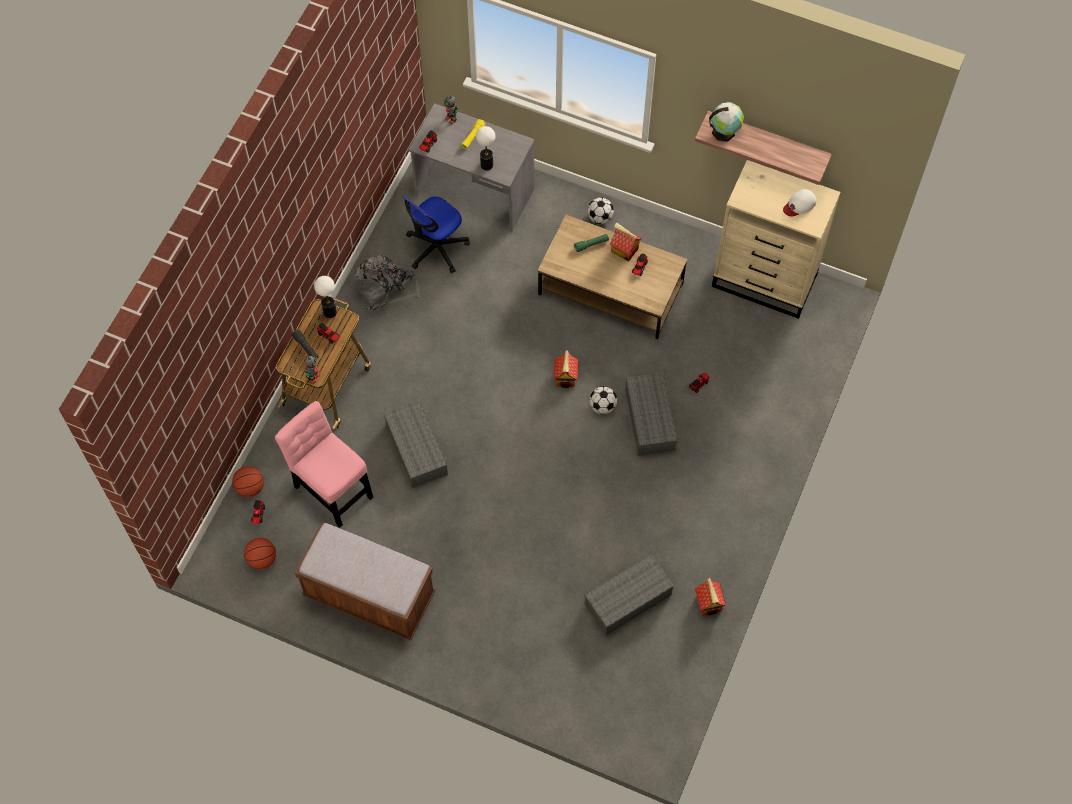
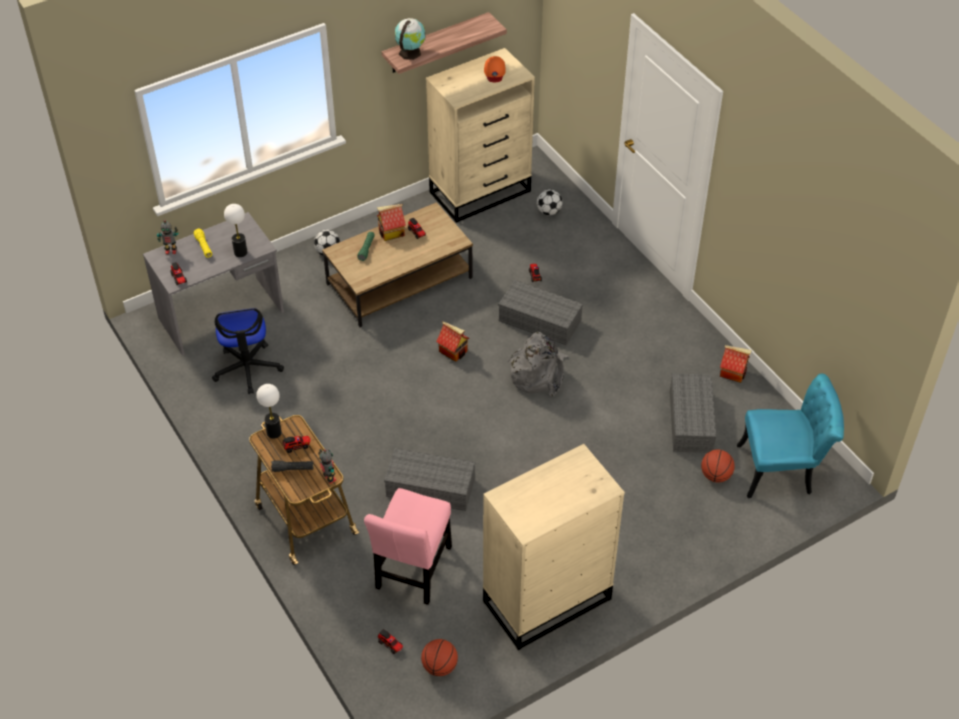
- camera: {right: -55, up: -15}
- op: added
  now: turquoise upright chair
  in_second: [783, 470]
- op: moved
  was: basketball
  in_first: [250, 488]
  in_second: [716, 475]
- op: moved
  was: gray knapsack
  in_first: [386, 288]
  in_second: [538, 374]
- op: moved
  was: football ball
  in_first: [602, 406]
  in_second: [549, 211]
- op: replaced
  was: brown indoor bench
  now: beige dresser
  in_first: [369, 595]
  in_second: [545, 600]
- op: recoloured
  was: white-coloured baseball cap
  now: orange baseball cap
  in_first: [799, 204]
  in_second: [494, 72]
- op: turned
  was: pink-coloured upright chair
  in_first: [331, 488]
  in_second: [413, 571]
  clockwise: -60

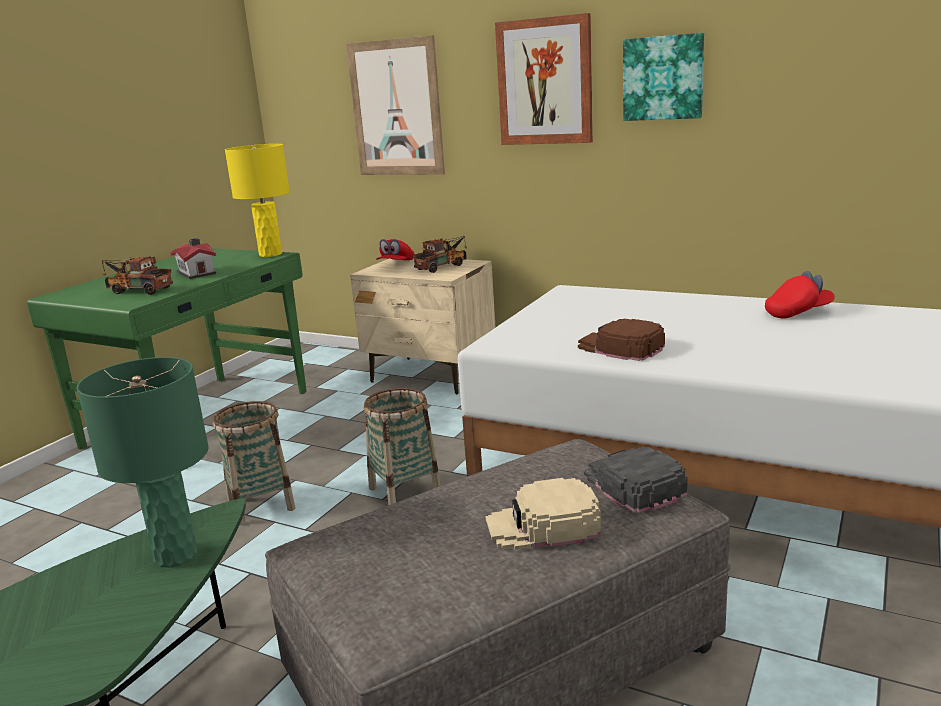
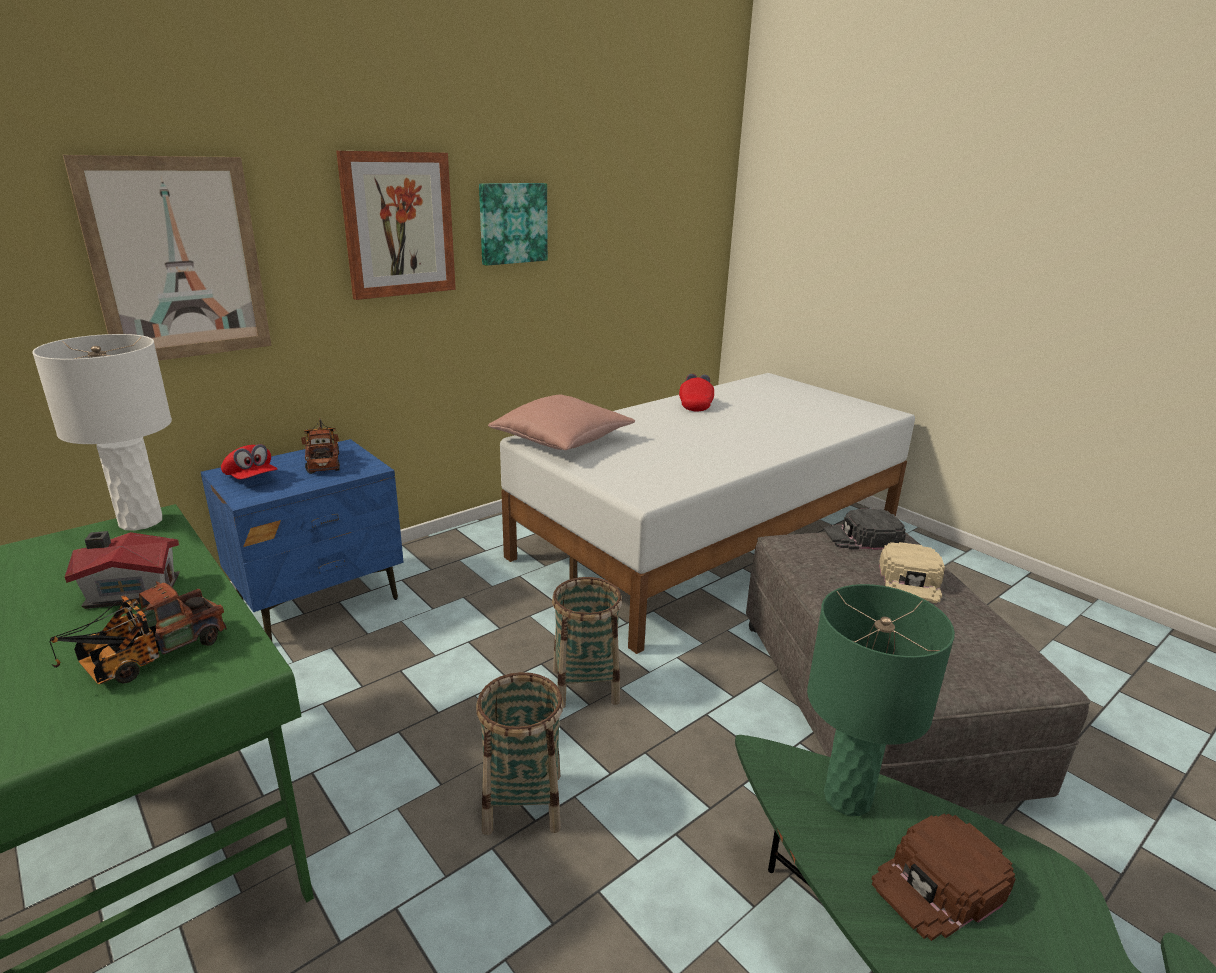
- camera: {right: -70, up: 5}
- op: added
  now: pink-coloured cushion
  in_second: [562, 440]
- op: moved
  was: brown baseball cap
  in_first: [620, 347]
  in_second: [939, 885]
- op: recoloured
  was: yellow-coloured table lamp
  now: white-coloured table lamp
  in_first: [270, 254]
  in_second: [140, 521]
- op: recoloured
  was: beige night table
  now: bluish night table
  in_first: [431, 375]
  in_second: [320, 600]

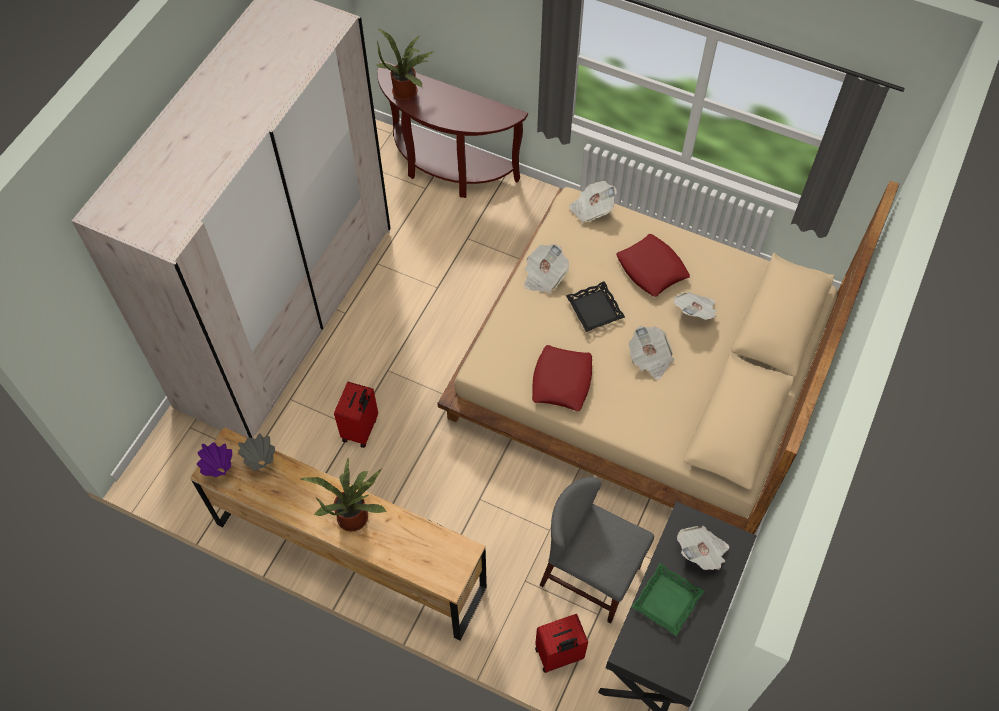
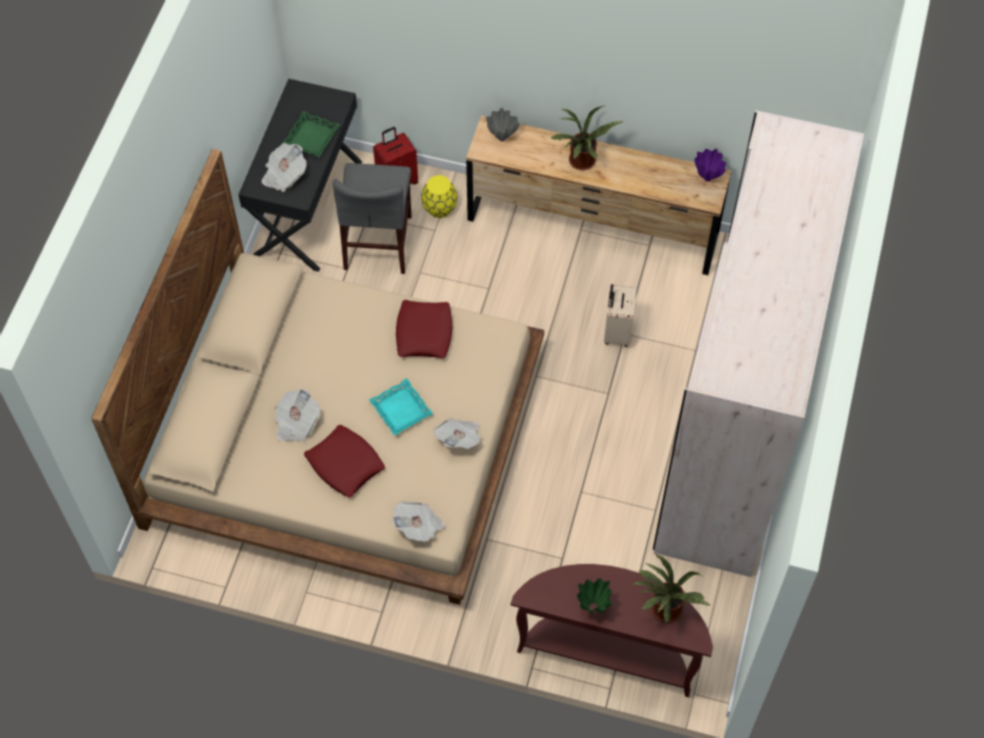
- camera: {right: 170, up: 0}
- op: removed
  was: printed paper
  in_first: [650, 359]
- op: added
  now: yellow-coloured flower vase
  in_second: [439, 209]
- op: added
  now: greenish flower vase
  in_second: [592, 607]
- op: moved
  was: gray flower vase
  in_first: [262, 464]
  in_second: [501, 138]
- op: recoloured
  was: red piece of luggage
  now: beige piece of luggage
  in_first: [361, 429]
  in_second: [616, 332]
- op: recoloured
  was: black-coloured tray
  now: turquoise tray
  in_first: [595, 309]
  in_second: [400, 410]
- op: turned
  was: gray upright chair
  in_first: [590, 575]
  in_second: [378, 242]
  clockwise: 75

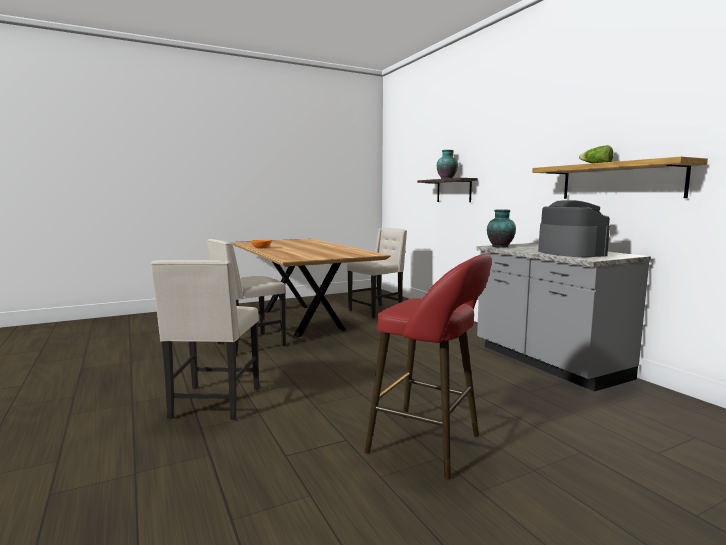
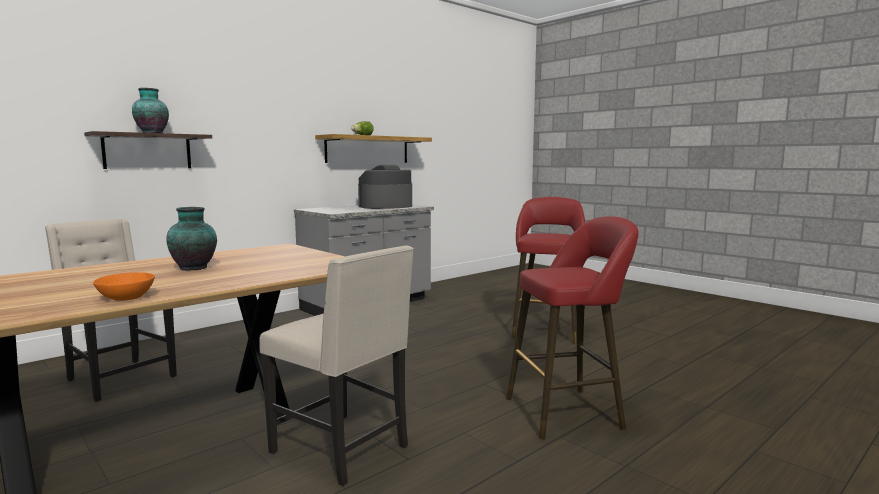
- camera: {right: -105, up: 0}
- op: moved
  was: flower vase
  in_first: [500, 246]
  in_second: [195, 268]
- op: replaced
  was: beige upright chair
  now: red sitting stool
  in_first: [214, 403]
  in_second: [569, 412]

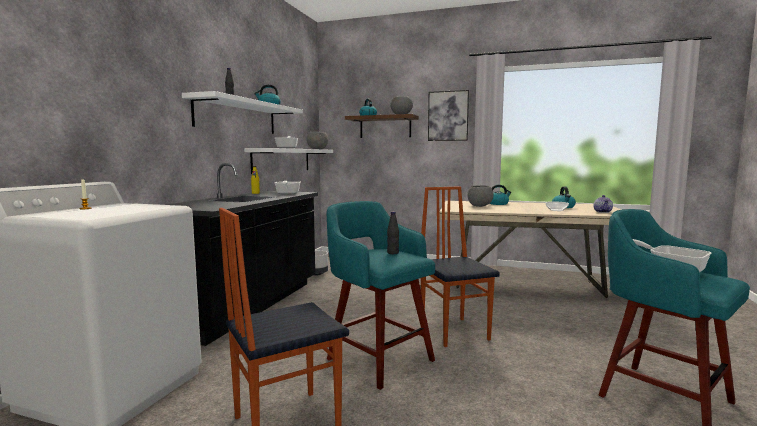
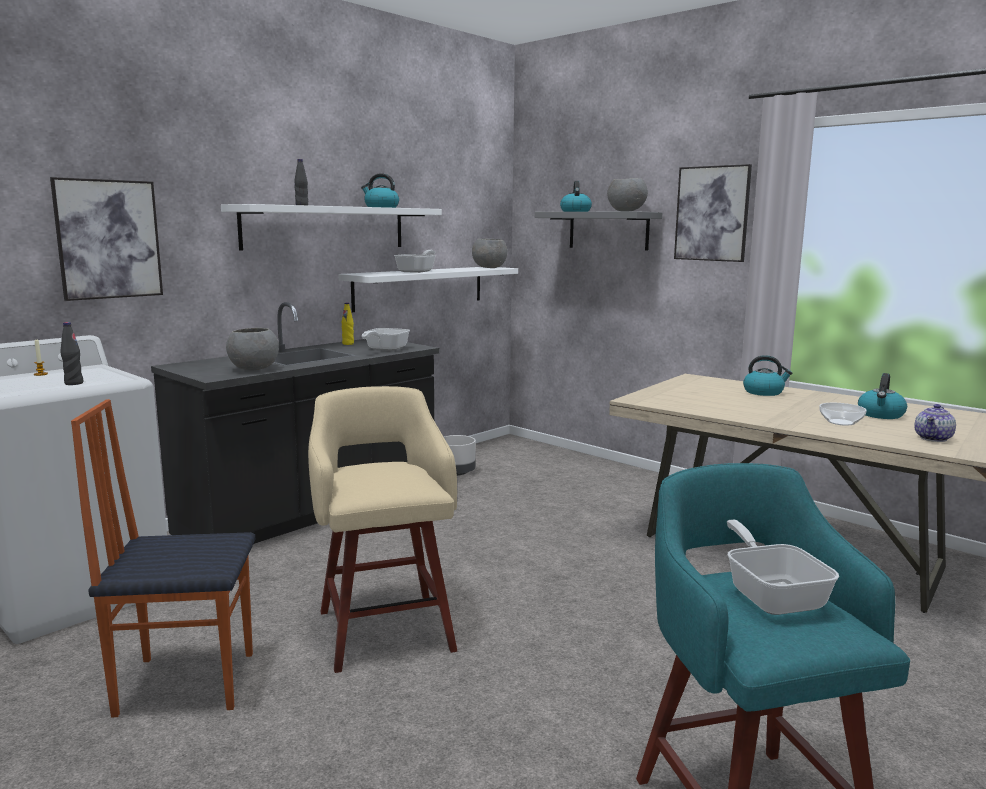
- camera: {right: 25, up: 5}
- op: removed
  was: upright chair
  in_first: [455, 331]
- op: added
  now: picture
  in_second: [108, 239]
- op: moved
  was: black-coloured bottle
  in_first: [393, 253]
  in_second: [74, 383]
- op: moved
  was: gray deep dish
  in_first: [480, 206]
  in_second: [254, 369]
- op: recoloured
  was: turquoise sitting stool
  now: beige sitting stool
  in_first: [378, 358]
  in_second: [385, 628]
- op: recoloured
  was: brown bracket shelf
  now: gray bracket shelf
  in_first: [385, 127]
  in_second: [608, 230]

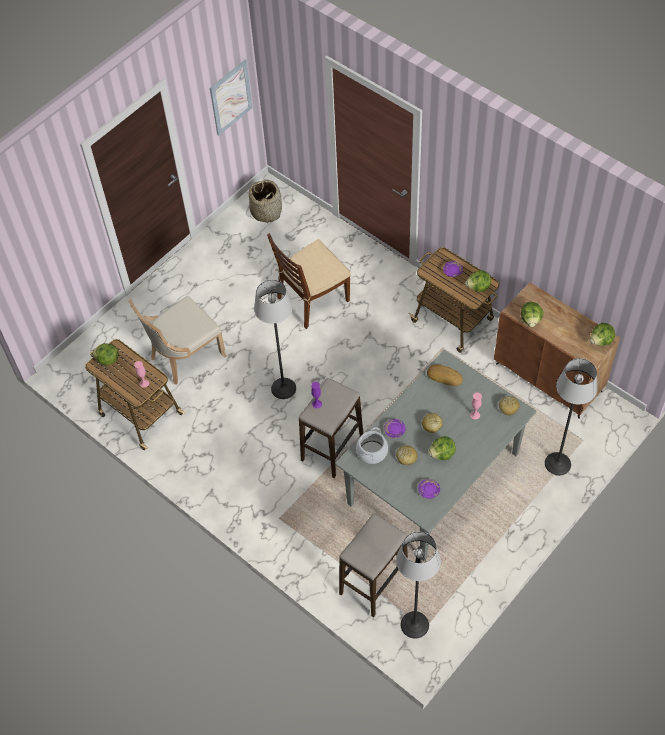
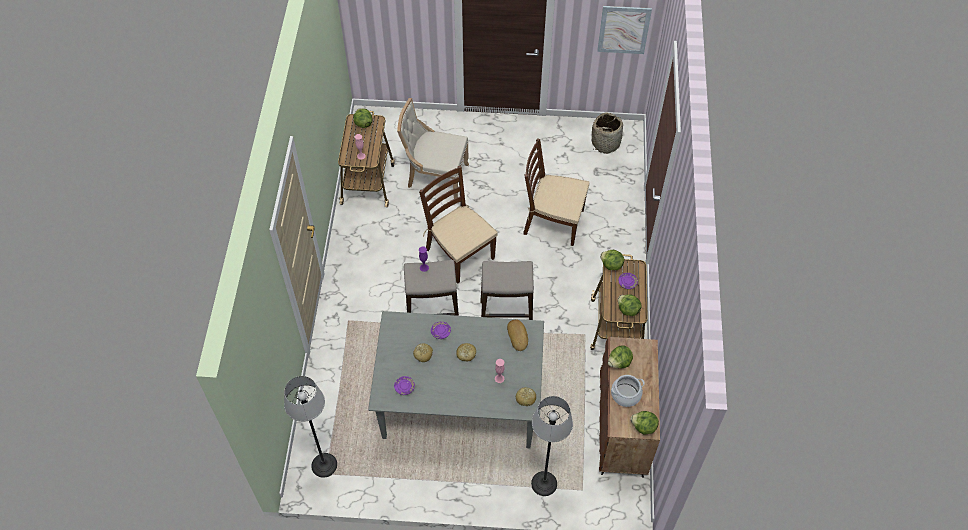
- camera: {right: 50, up: 0}
- op: moved
  was: sitting stool
  in_first: [373, 583]
  in_second: [506, 316]
- op: moved
  was: cooking pot
  in_first: [372, 452]
  in_second: [625, 394]
- op: moved
  was: lettuce
  in_first: [442, 454]
  in_second: [611, 265]
- op: replaced
  was: floor lamp
  now: brown upright chair
  in_first: [283, 388]
  in_second: [459, 253]

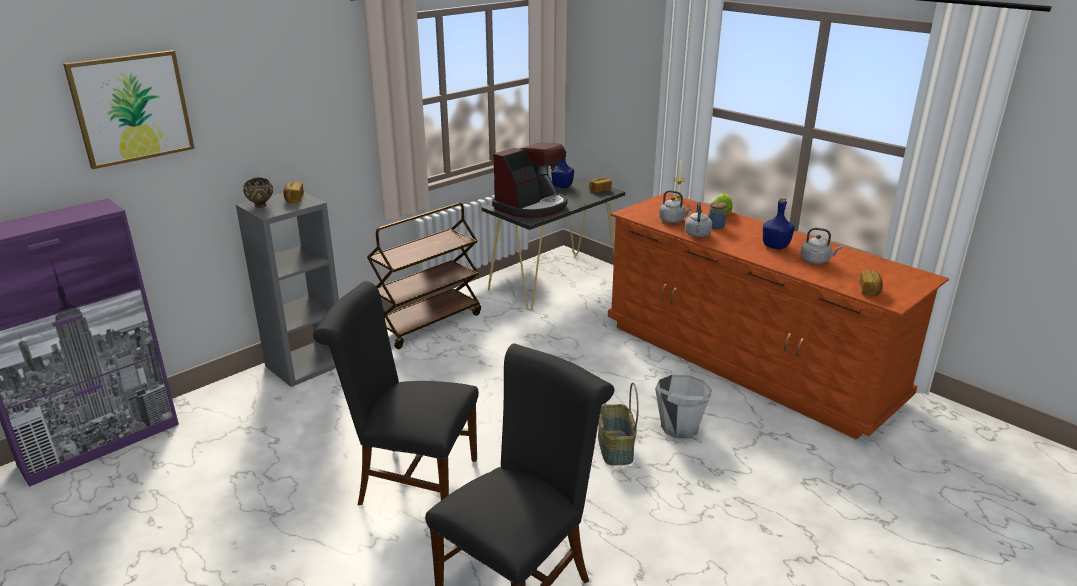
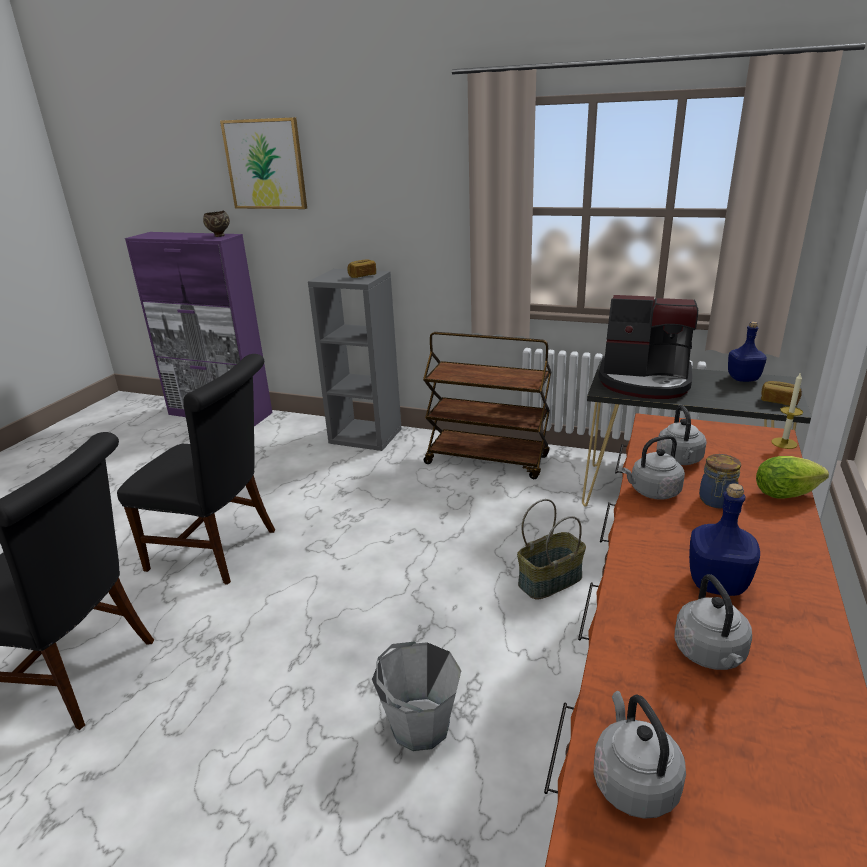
- camera: {right: 65, up: 0}
- op: moved
  was: brown deep dish
  in_first: [261, 206]
  in_second: [219, 236]
- op: moved
  was: basket
  in_first: [614, 447]
  in_second: [550, 580]
- op: replaced
  was: bread
  now: gray tea kettle
  in_first: [870, 290]
  in_second: [633, 781]
- op: turned
  was: black-coloured upright chair
  in_first: [411, 480]
  in_second: [220, 549]
  clockwise: 120

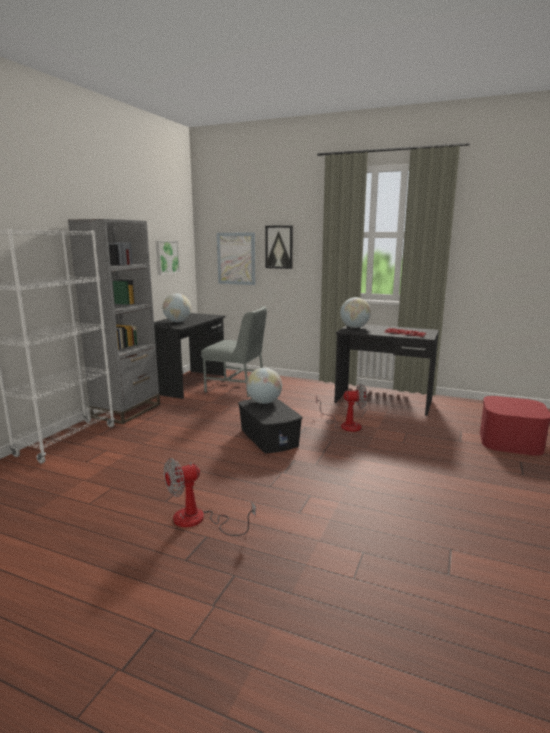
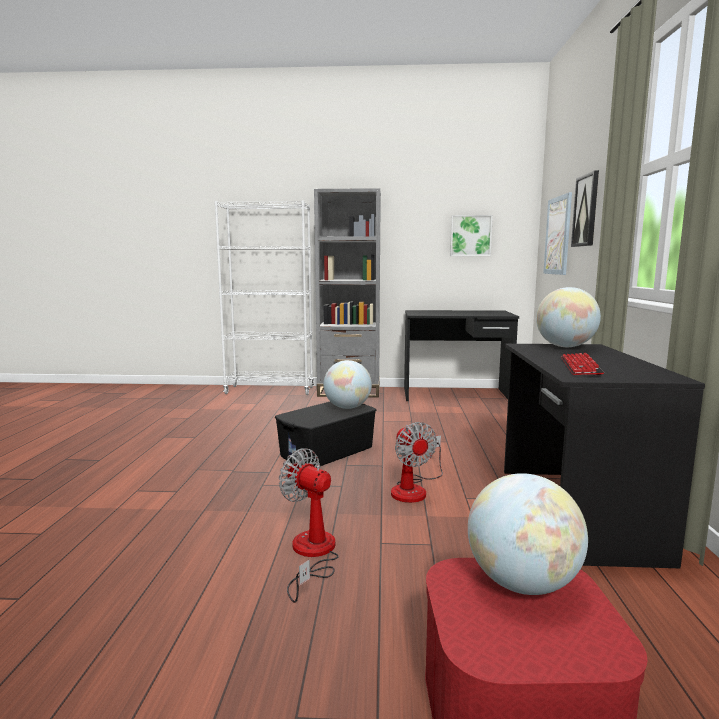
- camera: {right: 70, up: -5}
- op: removed
  was: gray upright chair
  in_first: [236, 388]
- op: moved
  was: desk globe
  in_first: [177, 322]
  in_second: [522, 583]
- op: moved
  was: electric fan
  in_first: [199, 520]
  in_second: [312, 554]

